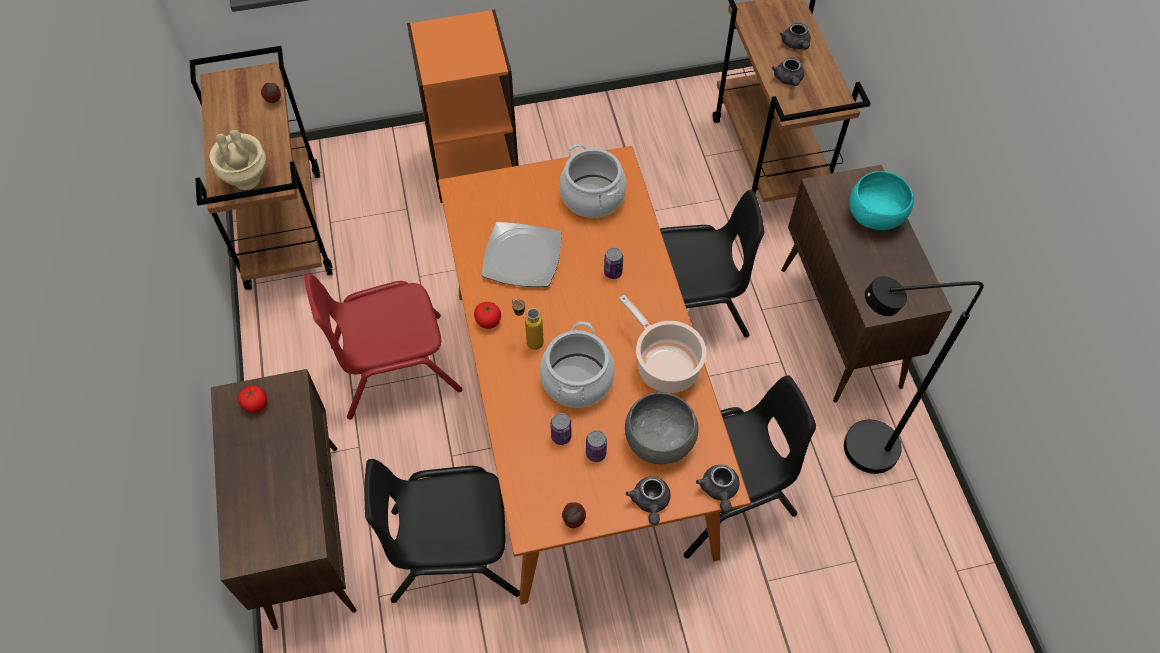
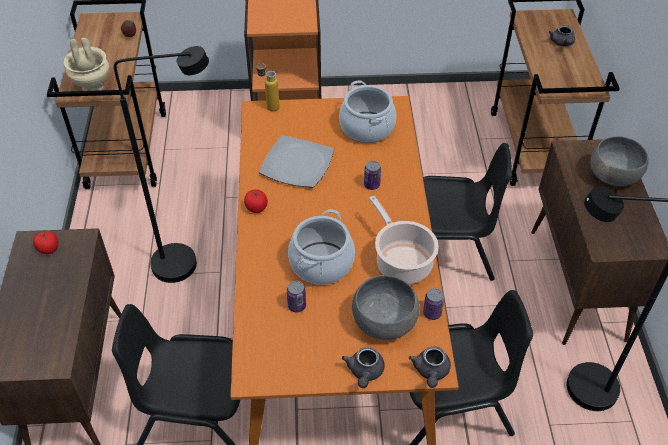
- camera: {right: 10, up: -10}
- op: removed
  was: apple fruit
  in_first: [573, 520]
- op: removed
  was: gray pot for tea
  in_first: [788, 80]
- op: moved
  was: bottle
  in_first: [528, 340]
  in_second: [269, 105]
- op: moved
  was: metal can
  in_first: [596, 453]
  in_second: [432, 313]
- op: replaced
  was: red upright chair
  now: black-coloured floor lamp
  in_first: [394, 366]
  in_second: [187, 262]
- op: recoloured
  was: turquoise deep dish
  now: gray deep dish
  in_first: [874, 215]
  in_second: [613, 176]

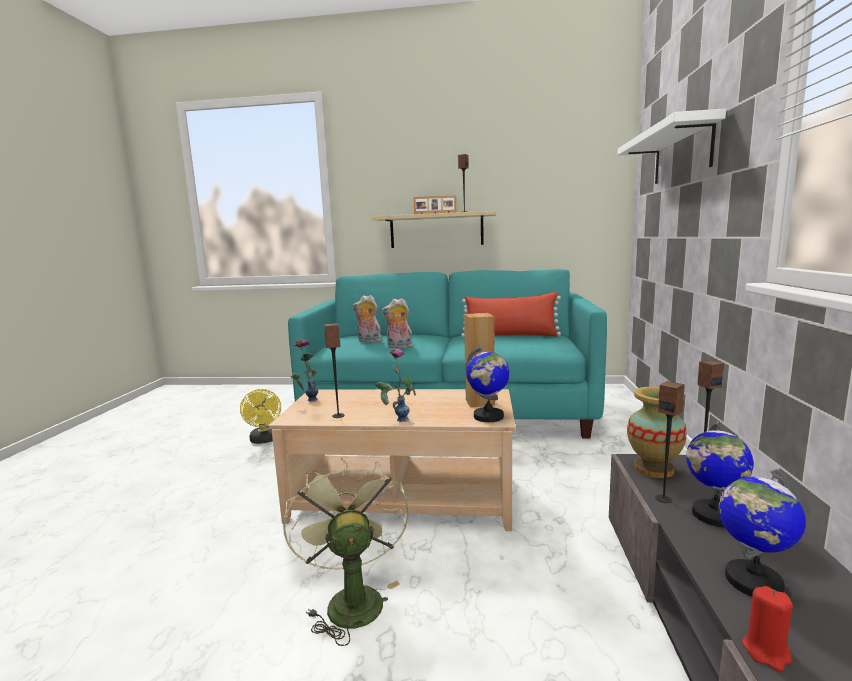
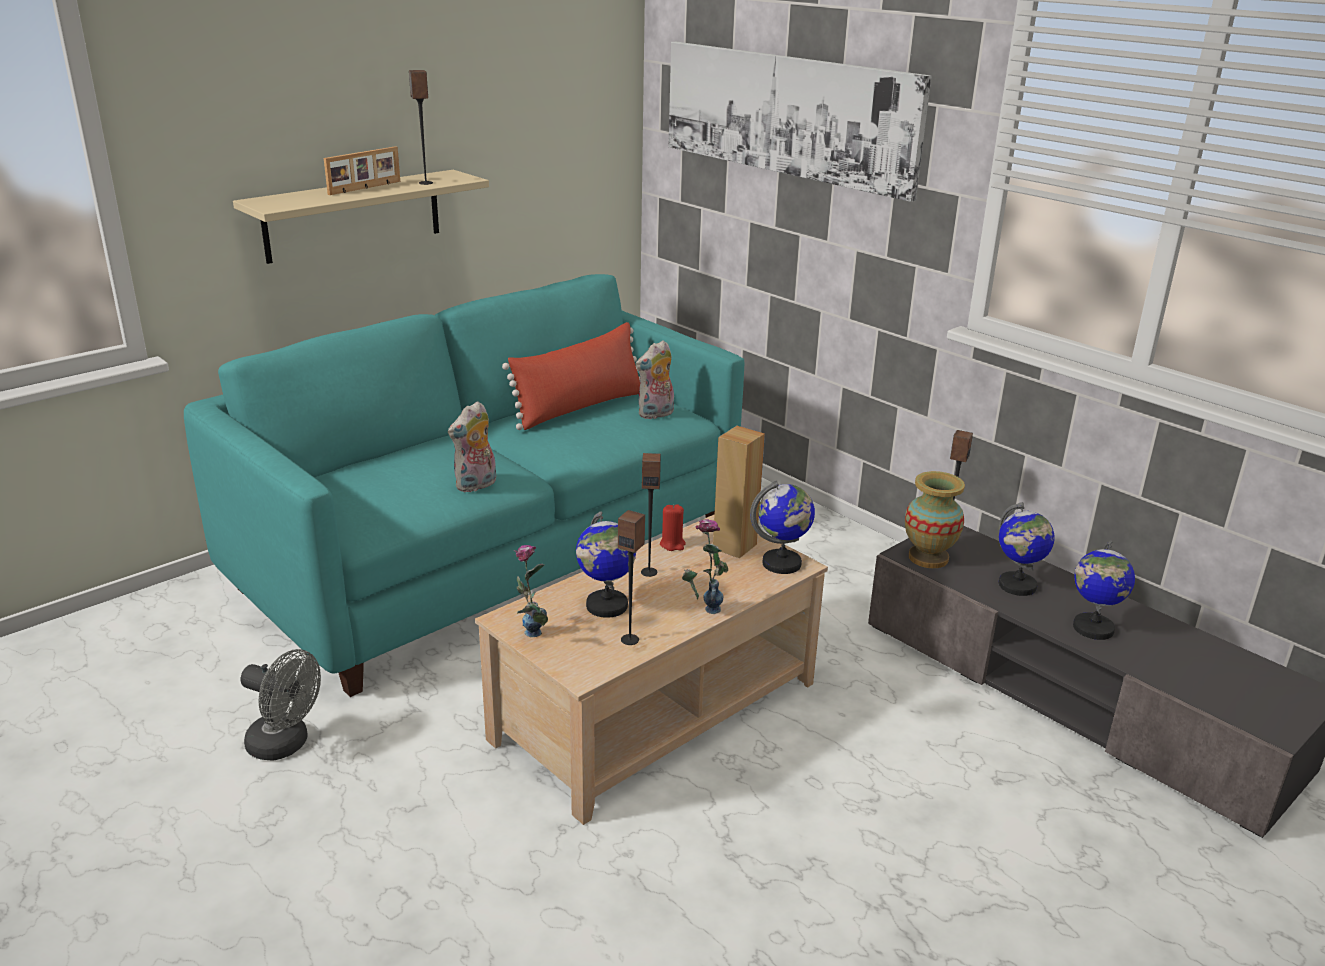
- camera: {right: -50, up: 15}
- op: removed
  was: greenish electric fan
  in_first: [351, 598]
- op: added
  now: desk globe
  in_second: [606, 606]
- op: moved
  was: soft toy
  in_first: [368, 341]
  in_second: [656, 414]
- op: moved
  was: loudspeaker
  in_first: [663, 499]
  in_second: [649, 572]
- op: moved
  was: red wax light
  in_first: [766, 652]
  in_second: [672, 544]
- op: replaced
  was: white-coloured bracket shelf
  now: picture
  in_first: [682, 153]
  in_second: [787, 115]
- op: recoloured
  was: yellow-coloured electric fan
  now: gray electric fan
  in_first: [265, 440]
  in_second: [286, 744]

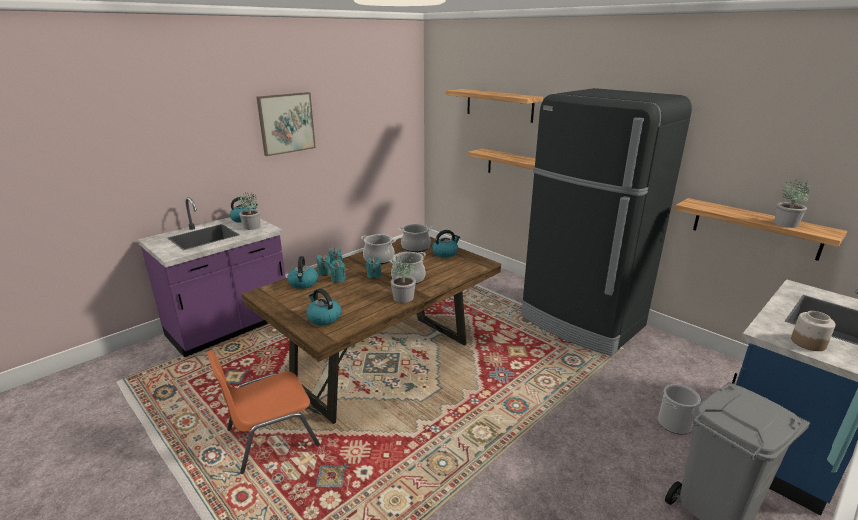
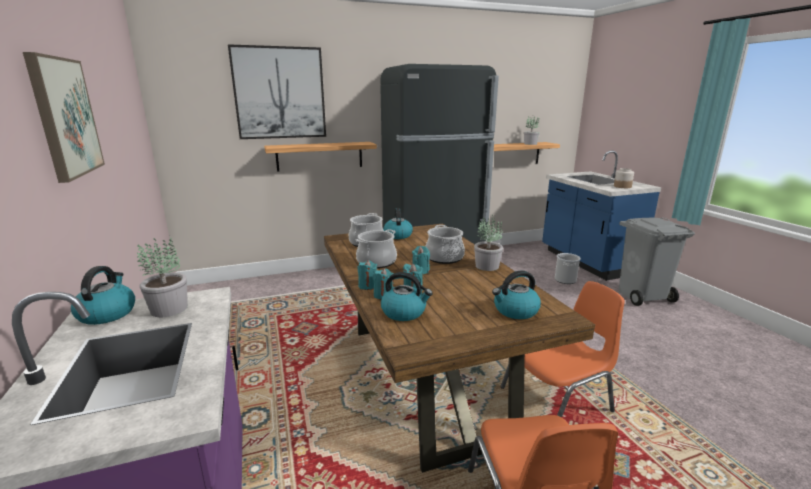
- camera: {right: -65, up: -5}
- op: added
  now: orange upright chair
  in_second: [557, 400]
- op: replaced
  was: bracket shelf
  now: picture
  in_first: [499, 105]
  in_second: [279, 93]

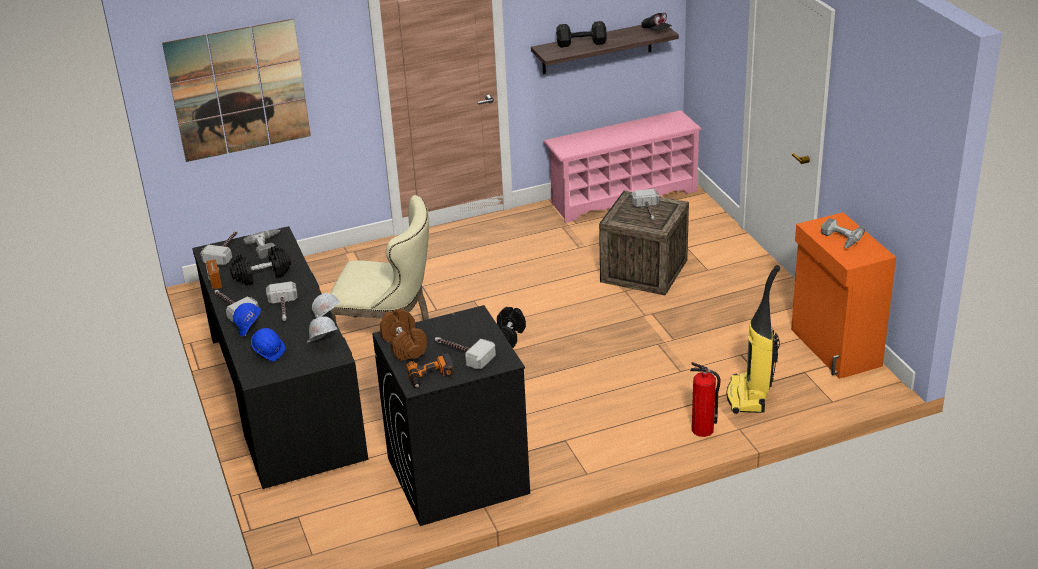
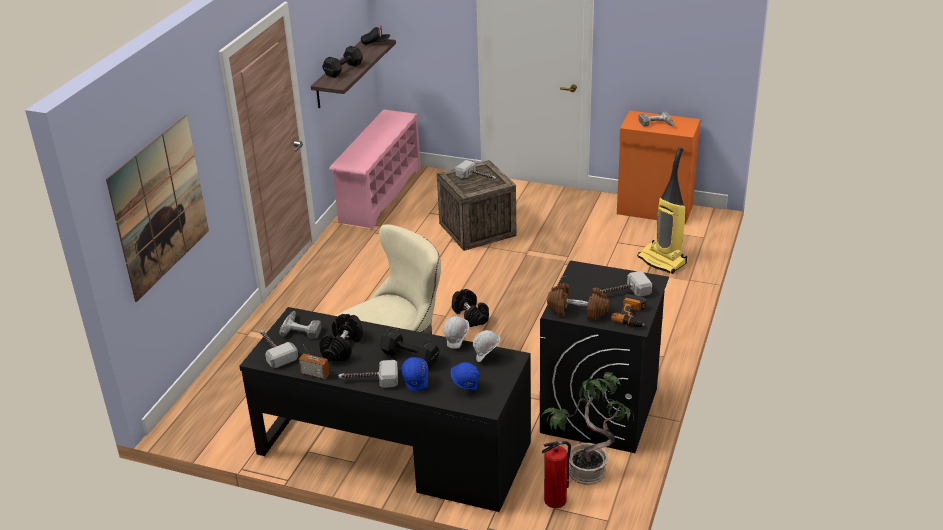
- camera: {right: -50, up: 0}
- op: added
  now: plant in a pot
  in_second: [587, 470]
- op: moved
  was: fire extinguisher
  in_first: [703, 429]
  in_second: [555, 500]
- op: replaced
  was: hammer
  now: black-coloured free weight
  in_first: [283, 309]
  in_second: [409, 356]

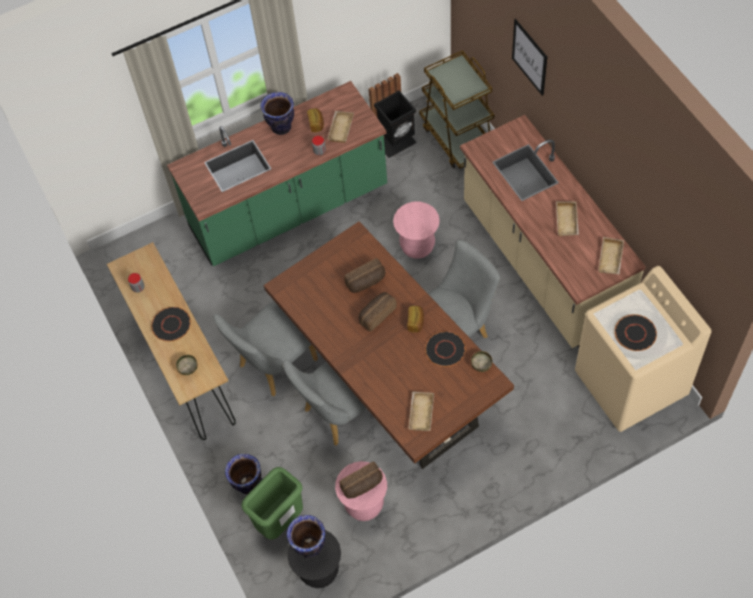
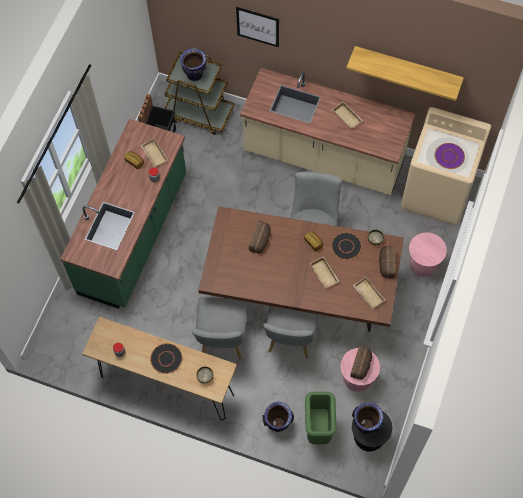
- camera: {right: -45, up: 5}
- op: added
  now: bracket shelf
  in_second: [407, 68]
- op: moved
  was: flower vase
  in_first: [281, 127]
  in_second: [194, 75]
- op: moved
  was: bread
  in_first: [376, 314]
  in_second: [386, 264]
- op: moved
  was: pink-coloured sitting stool
  in_first: [417, 246]
  in_second: [422, 265]
- op: moved
  was: beige tray
  in_first: [611, 259]
  in_second: [325, 274]
- op: recoloured
  was: black-coloured flat dish
  now: purple flat dish
  in_first: [635, 333]
  in_second: [449, 156]

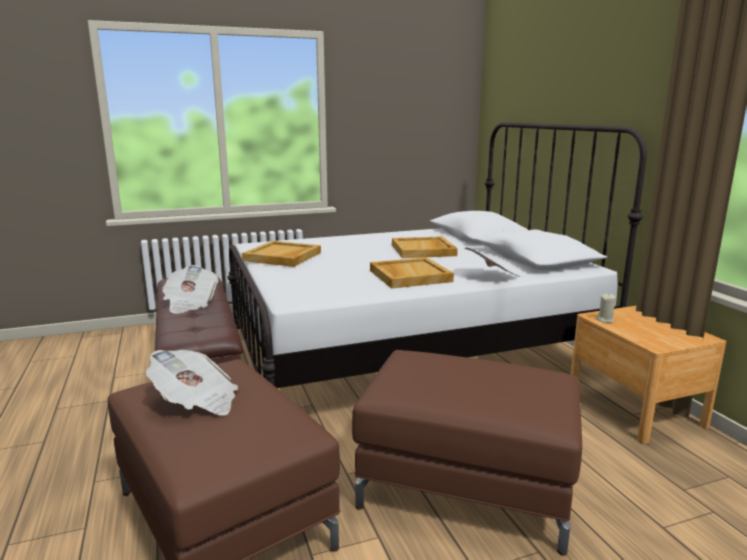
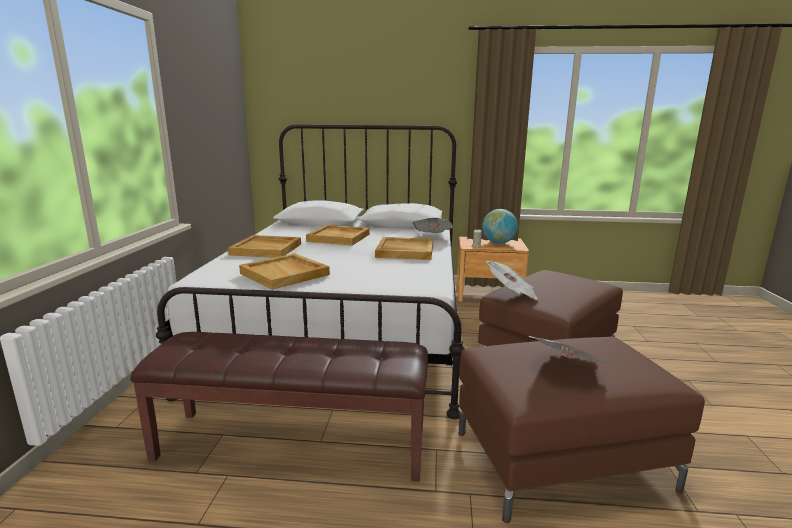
- camera: {right: -65, up: 0}
- op: added
  now: beige tray
  in_second: [267, 249]
- op: added
  now: desk globe
  in_second: [498, 243]
- op: moved
  was: printed paper
  in_first: [190, 304]
  in_second: [511, 293]

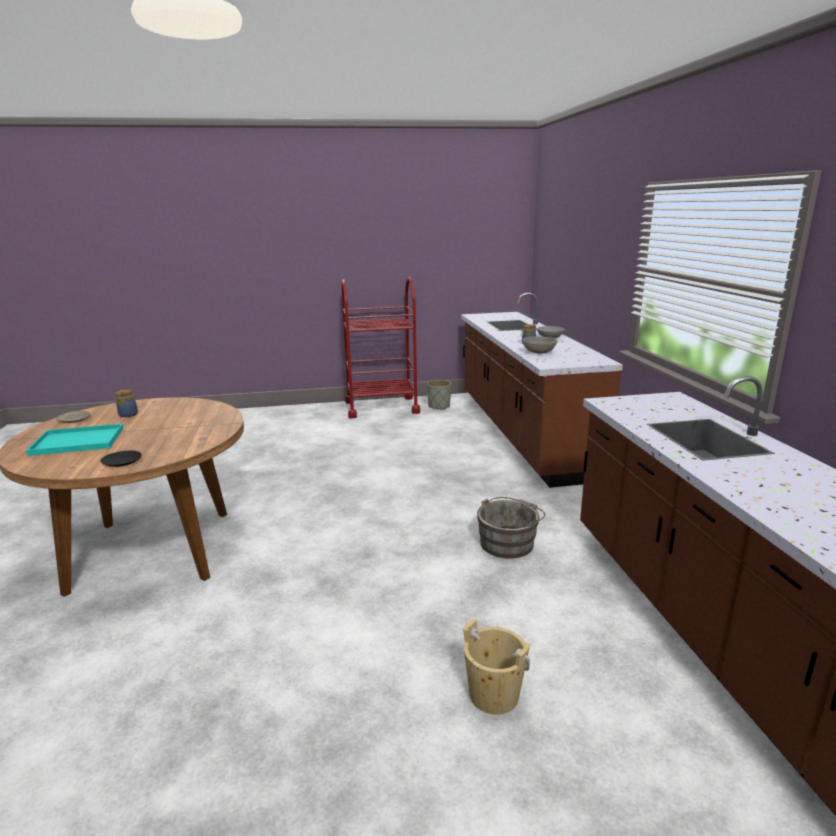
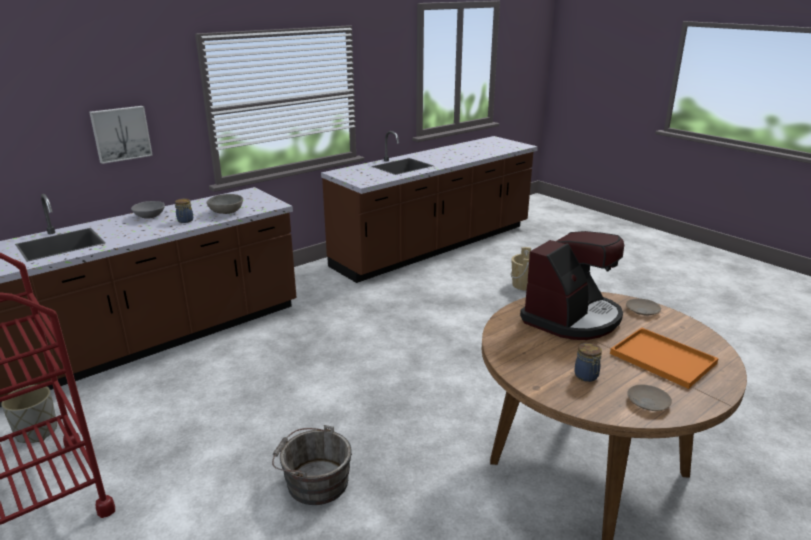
- camera: {right: -120, up: 5}
- op: added
  now: picture
  in_second: [121, 133]
- op: added
  now: coffee machine
  in_second: [572, 318]
- op: moved
  was: gray bucket
  in_first: [508, 542]
  in_second: [314, 481]
- op: recoloured
  was: turquoise tray
  now: orange tray
  in_first: [76, 441]
  in_second: [664, 359]
- op: recoloured
  was: black-coloured flat dish
  now: beige flat dish
  in_first: [121, 462]
  in_second: [642, 311]

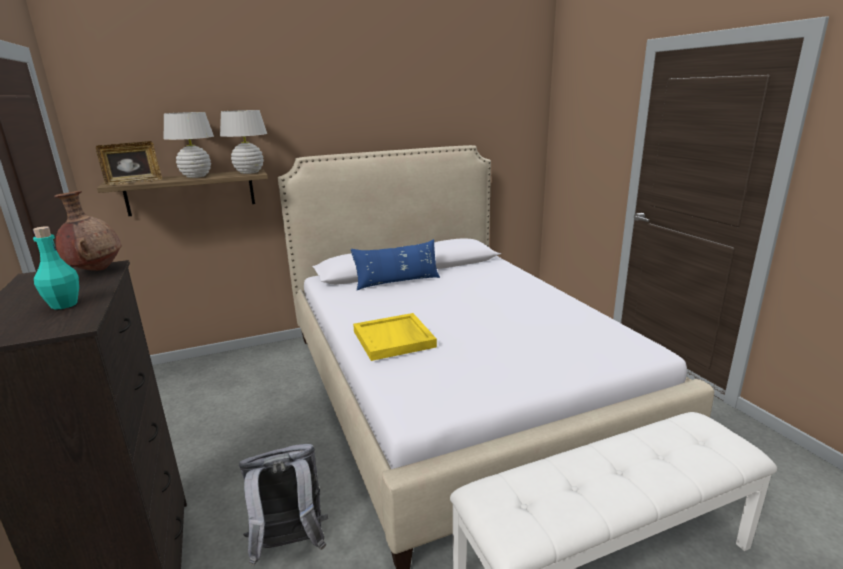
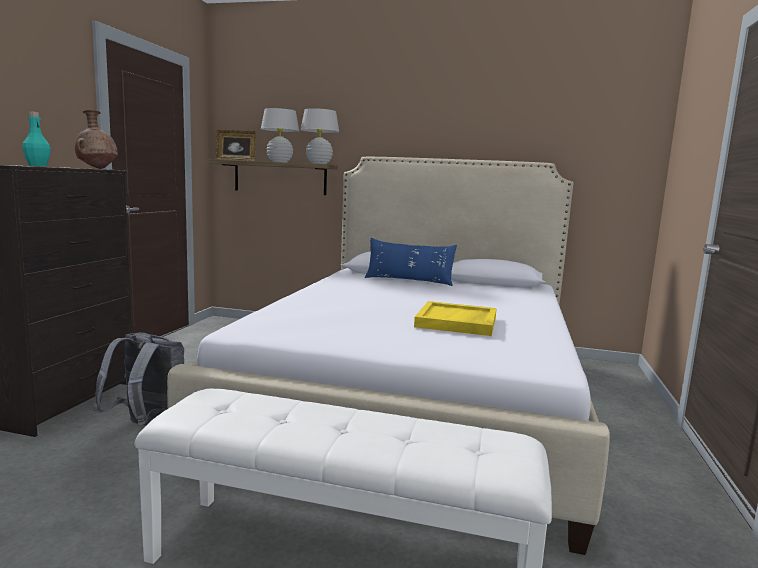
- camera: {right: 35, up: -10}
- op: moved
  was: yellow-coloured tray
  in_first: [394, 339]
  in_second: [457, 322]

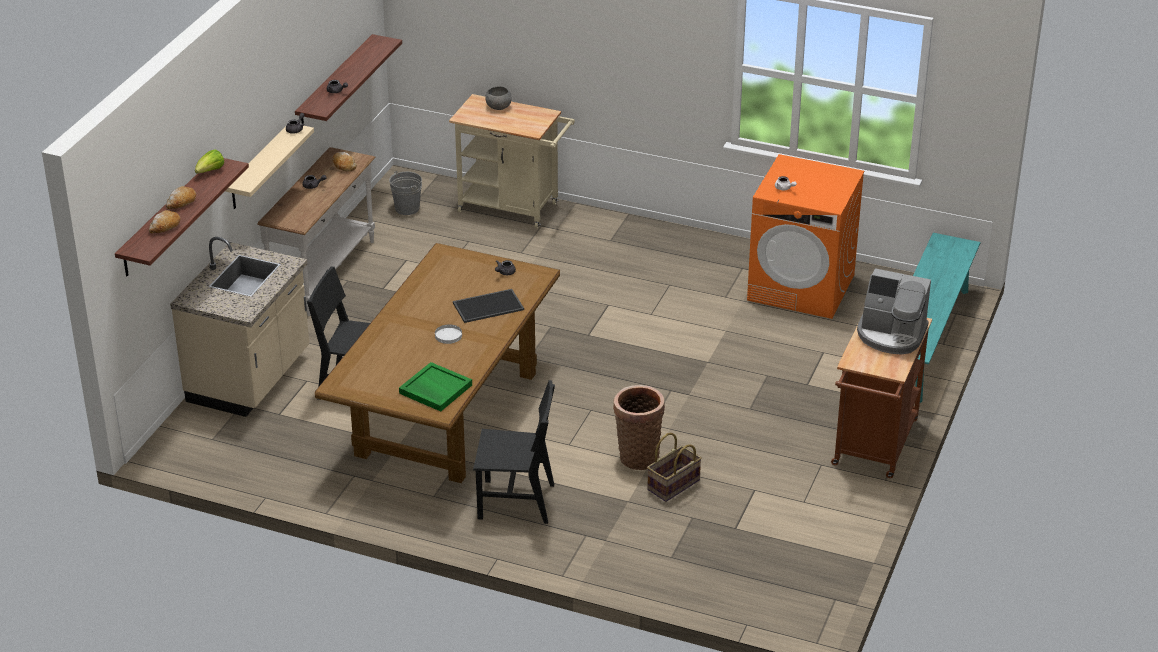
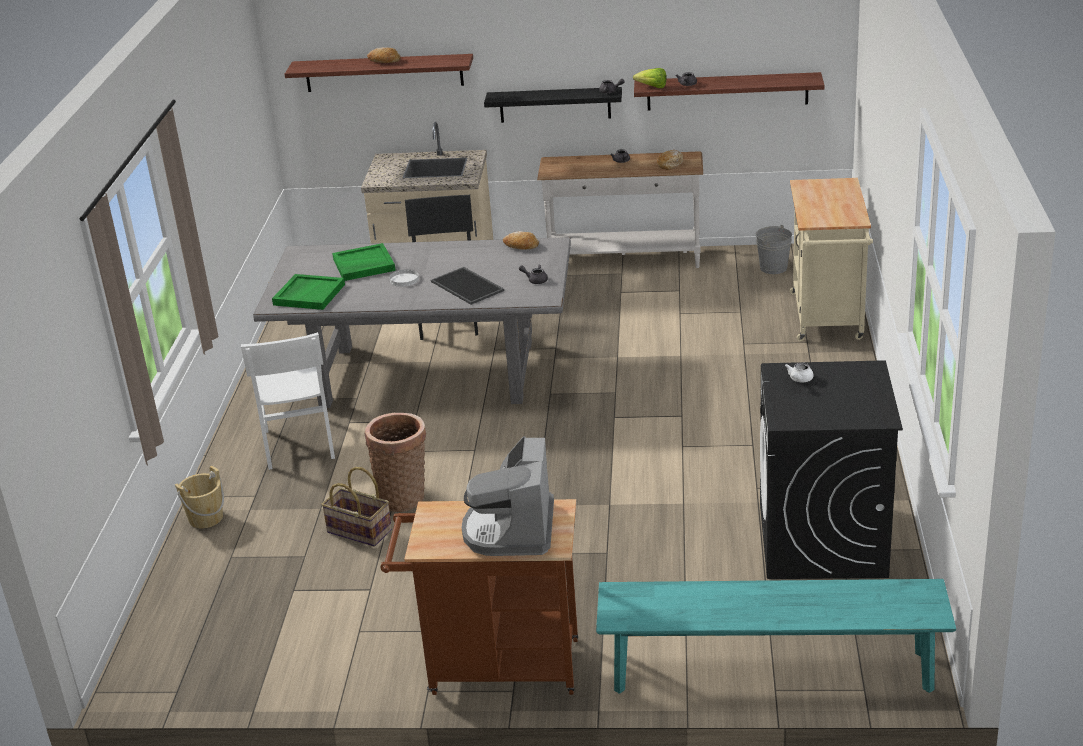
- camera: {right: 75, up: -5}
- op: removed
  was: gray deep dish
  in_first: [499, 107]
- op: added
  now: beige bucket
  in_second: [206, 518]
- op: added
  now: greenish tray
  in_second: [363, 265]
- op: moved
  was: bread
  in_first: [165, 227]
  in_second: [521, 246]
- op: moved
  was: lettuce
  in_first: [210, 171]
  in_second: [652, 87]
- op: recoloured
  was: beige bracket shelf
  now: black-coloured bracket shelf
  in_first: [259, 167]
  in_second: [555, 104]
- op: recoloured
  was: brown dining table
  now: gray dining table
  in_first: [446, 414]
  in_second: [427, 374]
- op: recoloured
  was: black-coloured upright chair
  now: white-coloured upright chair
  in_first: [516, 502]
  in_second: [299, 444]
- op: recoloured
  was: orange laundry appliance
  now: black-coloured laundry appliance
  in_first: [801, 288]
  in_second: [822, 540]

